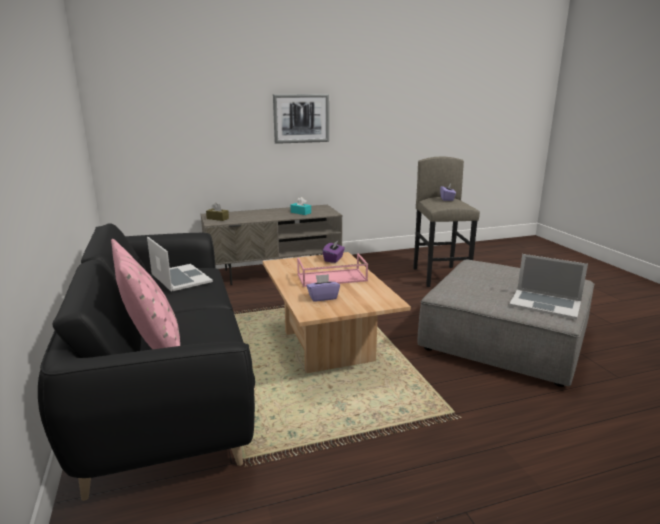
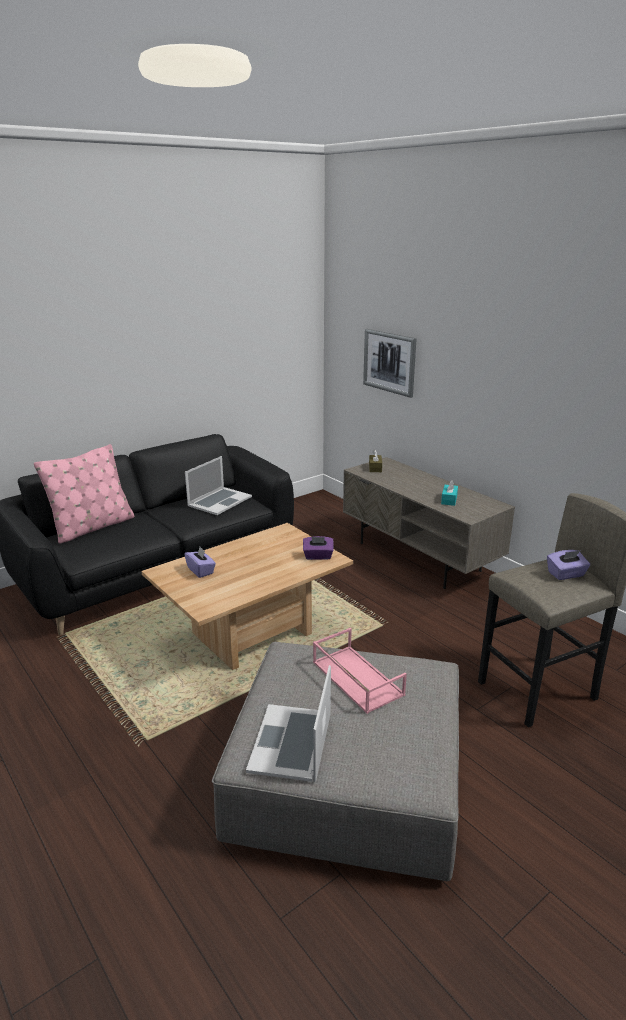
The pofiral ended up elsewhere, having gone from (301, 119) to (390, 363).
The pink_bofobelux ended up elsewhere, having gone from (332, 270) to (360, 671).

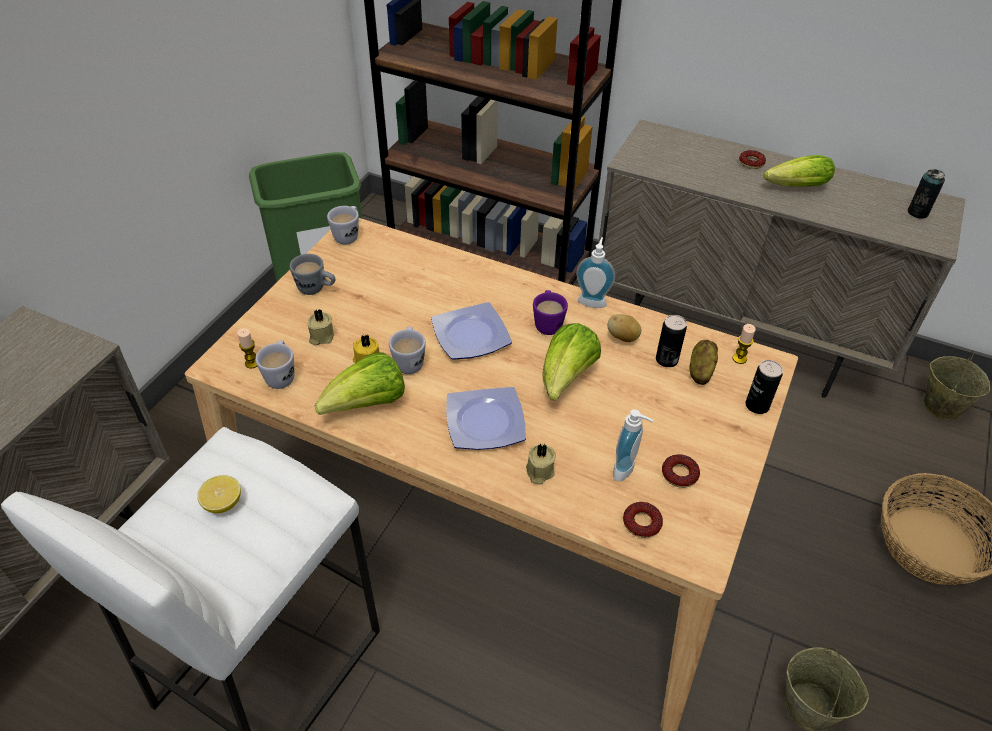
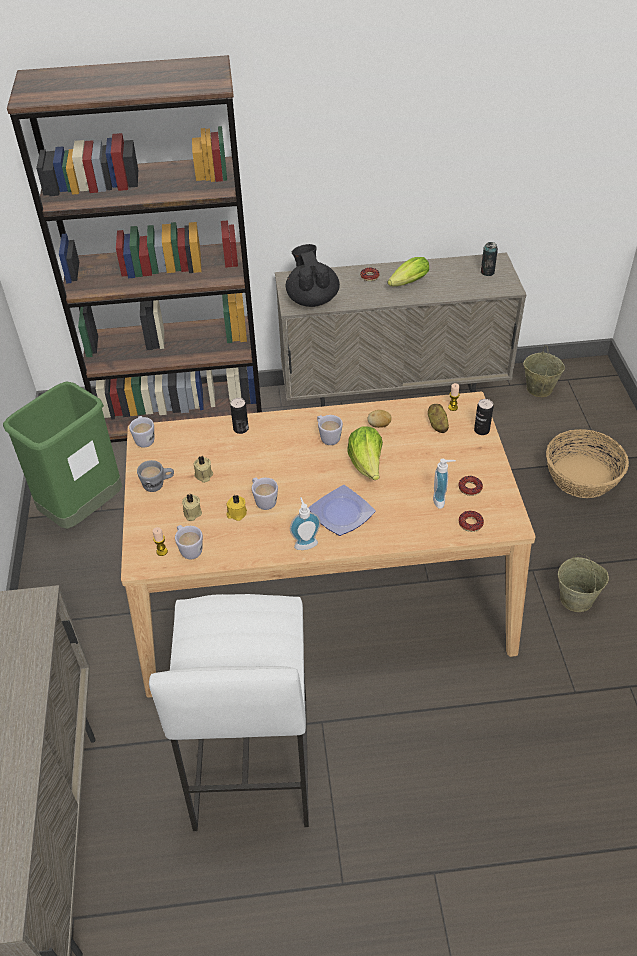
The second view lost the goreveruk at (219, 494).
The second view lost the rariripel at (360, 383).
The second view lost the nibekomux at (471, 331).
The second view gained the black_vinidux at (313, 275).
The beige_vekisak ended up elsewhere, having gone from (541, 464) to (203, 469).
The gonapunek ended up elsewhere, having gone from (595, 272) to (305, 523).
The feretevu ended up elsewhere, having gone from (671, 341) to (239, 416).
What was the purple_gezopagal at (550, 312) turned into the white_gezopagal at (330, 430).

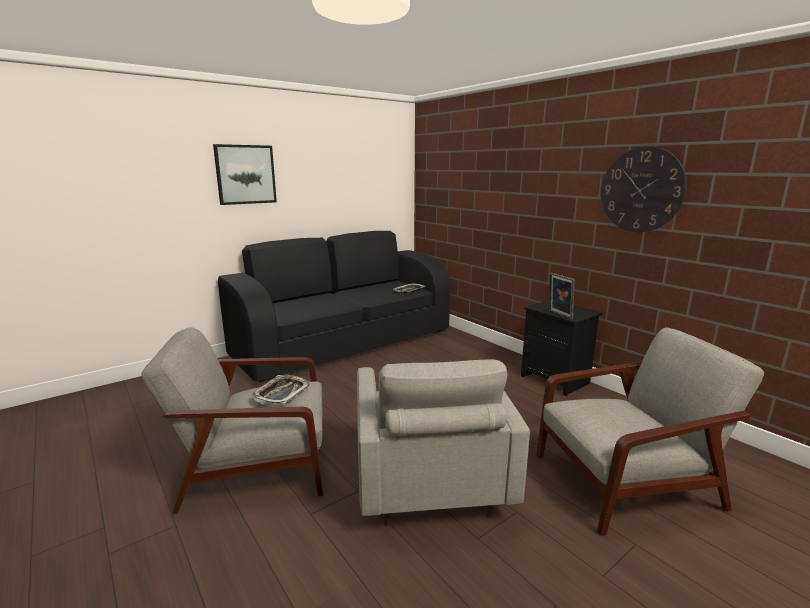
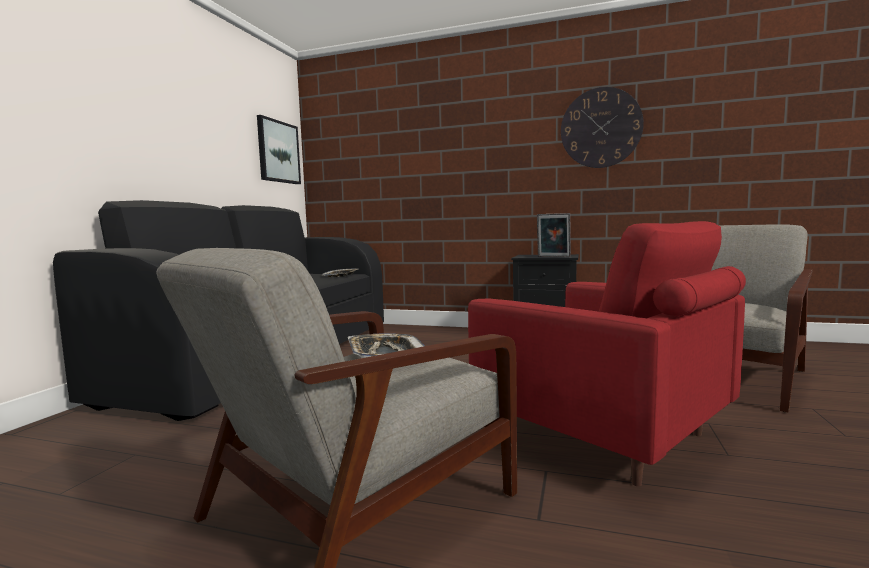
The pofiral ended up elsewhere, having gone from (245, 174) to (279, 149).
What was the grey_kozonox at (443, 442) turned into the red_kozonox at (607, 353).

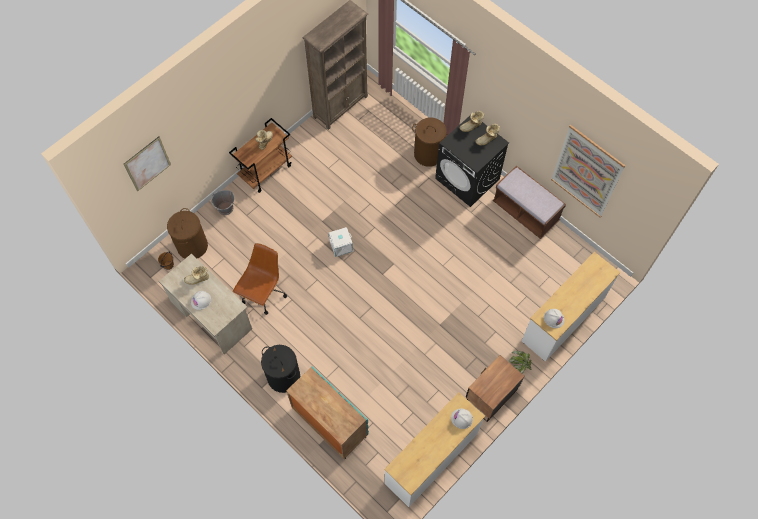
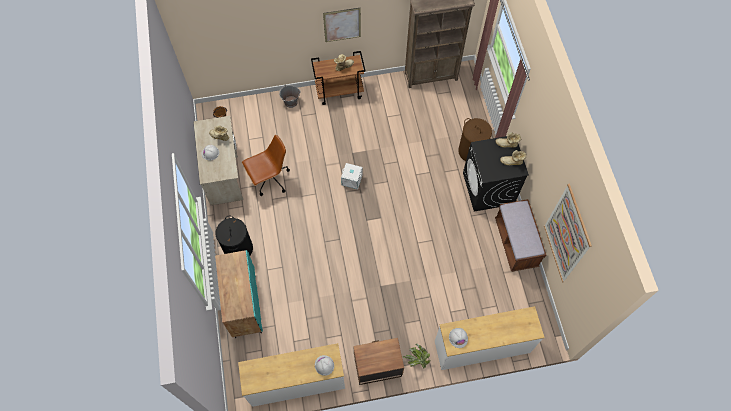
The second view lost the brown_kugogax at (187, 233).
The pofiral ended up elsewhere, having gone from (147, 164) to (342, 25).

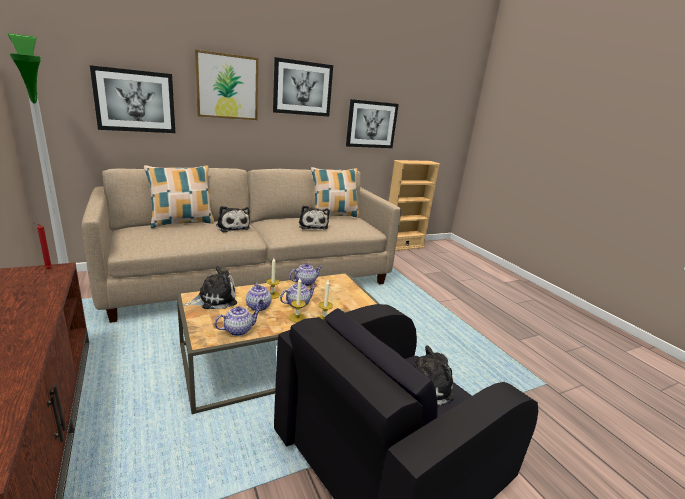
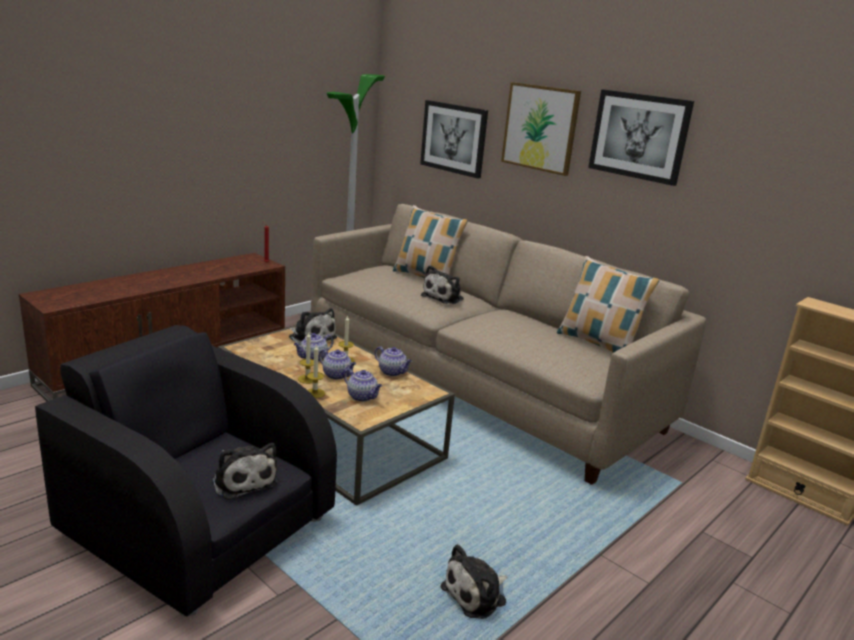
The second view lost the pofiral at (372, 123).
The vinidux ended up elsewhere, having gone from (238, 321) to (363, 385).
The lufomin ended up elsewhere, having gone from (314, 217) to (473, 581).

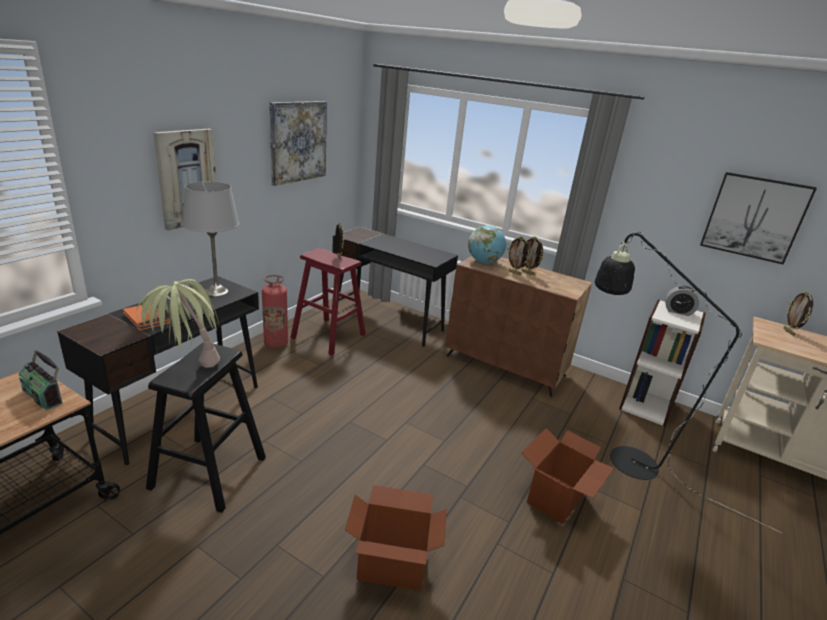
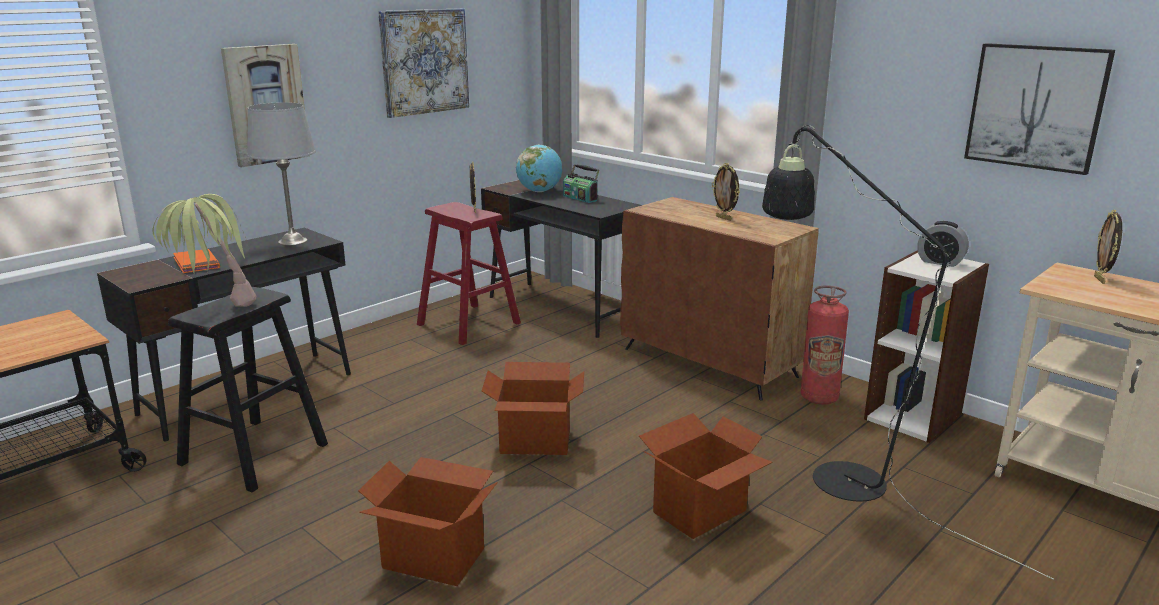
The second view lost the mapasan at (518, 255).
The second view gained the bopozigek at (533, 408).
The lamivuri ended up elsewhere, having gone from (41, 380) to (581, 183).
The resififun ended up elsewhere, having gone from (275, 311) to (825, 345).
The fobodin ended up elsewhere, having gone from (487, 244) to (539, 168).

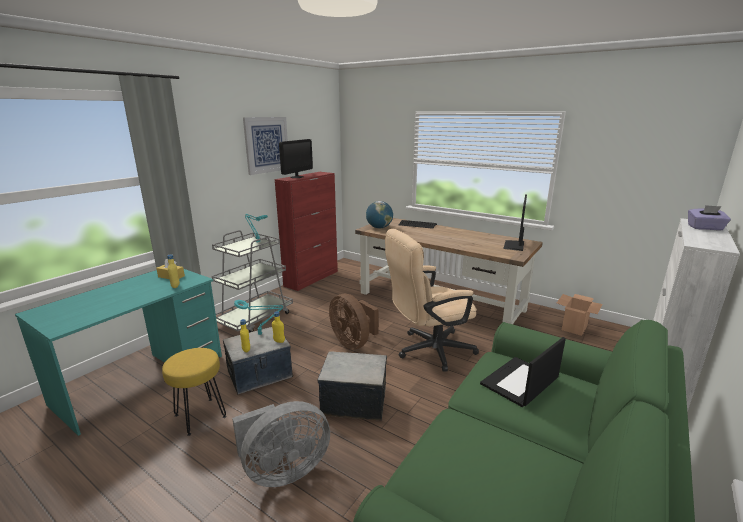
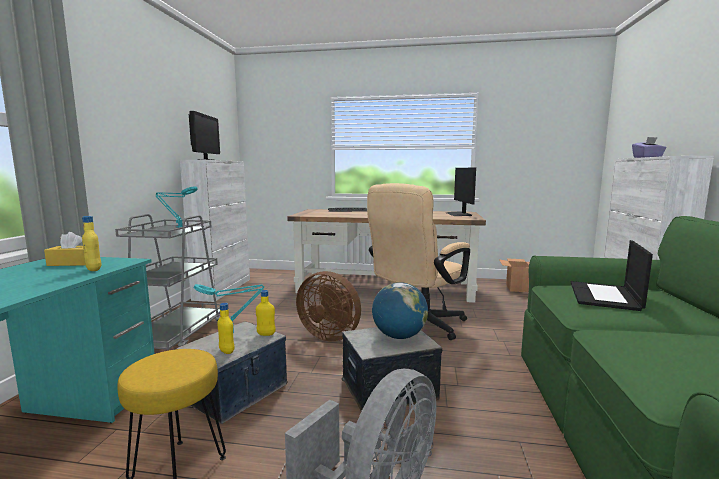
The second view lost the pofiral at (265, 146).
The fobodin ended up elsewhere, having gone from (379, 214) to (400, 310).
What was the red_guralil at (306, 231) turned into the white_guralil at (215, 231).

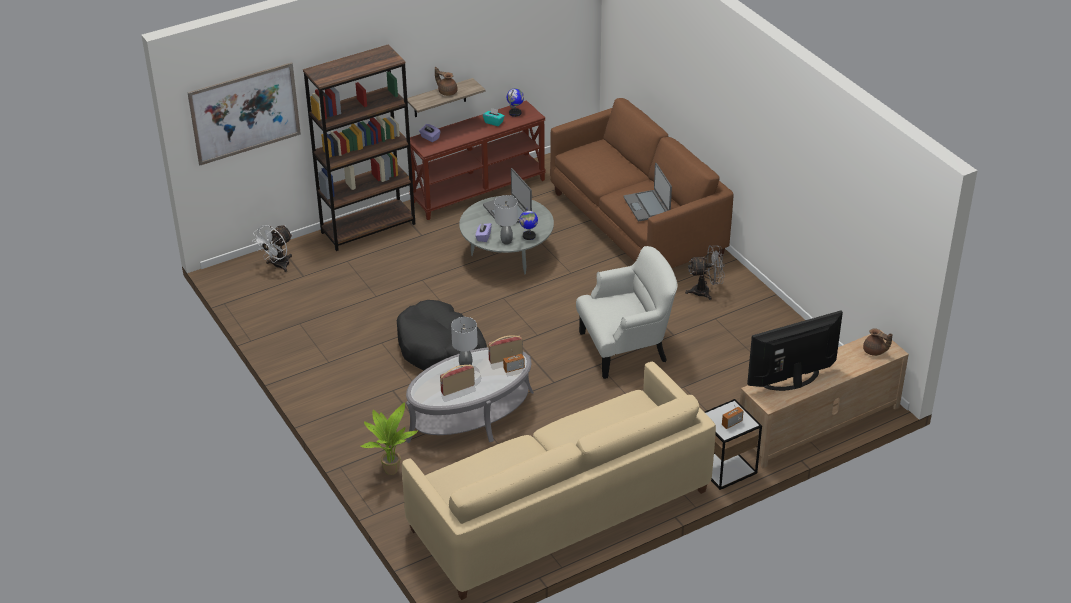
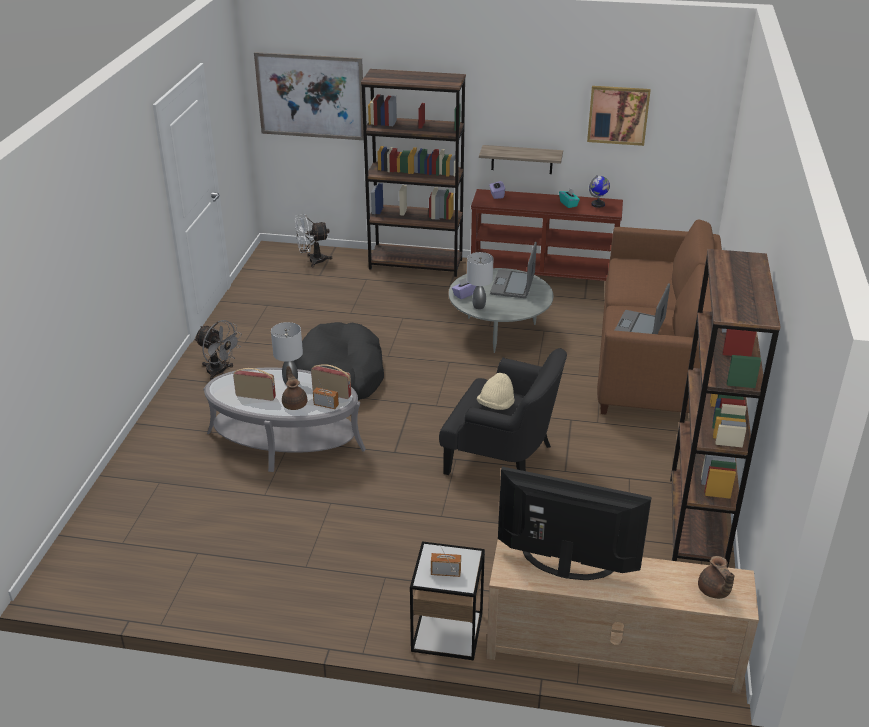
The second view lost the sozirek at (389, 439).
The second view lost the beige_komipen at (559, 481).
The second view lost the fobodin at (528, 224).
The second view gained the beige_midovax at (496, 391).
The second view gained the pofiral at (619, 116).
The second view gained the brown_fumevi at (725, 408).
The brown_vinidux ended up elsewhere, having gone from (446, 81) to (294, 388).
The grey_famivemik ended up elsewhere, having gone from (705, 272) to (218, 350).
What was the white_kozonox at (627, 312) turned into the black_kozonox at (503, 411).

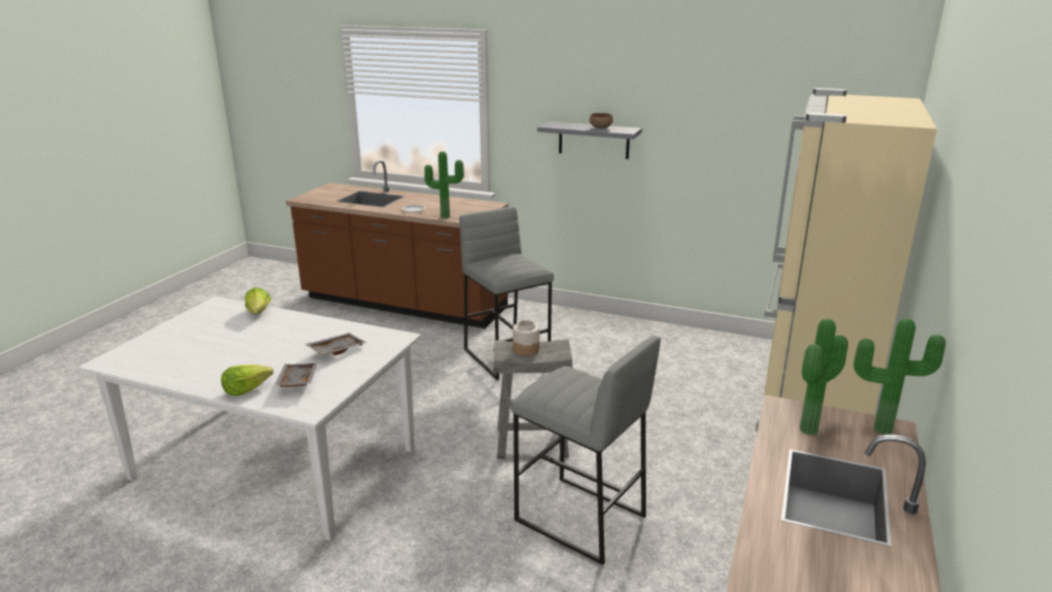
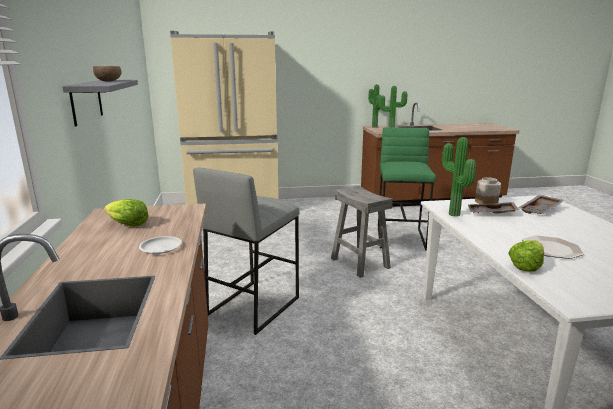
The second view gained the nibekomux at (553, 247).
The rariripel ended up elsewhere, having gone from (247, 380) to (126, 213).
The sozirek ended up elsewhere, having gone from (444, 185) to (459, 177).
The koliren ended up elsewhere, having gone from (526, 338) to (488, 190).
What was the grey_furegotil at (586, 450) turned into the green_furegotil at (407, 188).

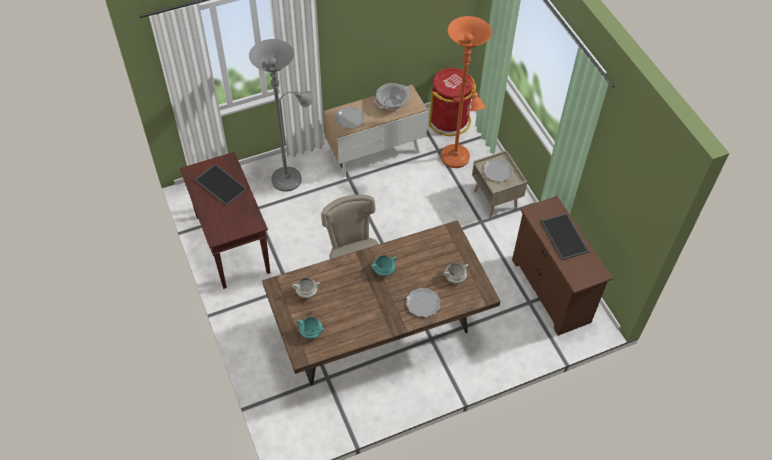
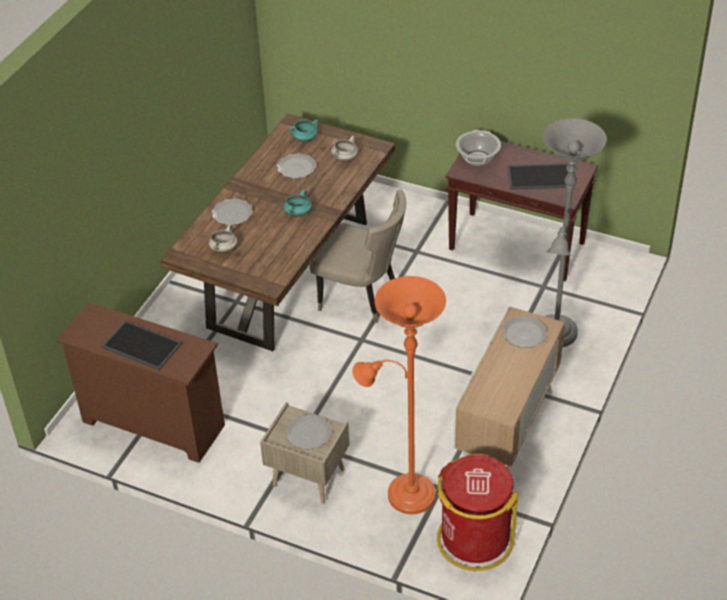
The second view gained the nibekomux at (297, 166).
The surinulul ended up elsewhere, having gone from (392, 96) to (478, 148).

